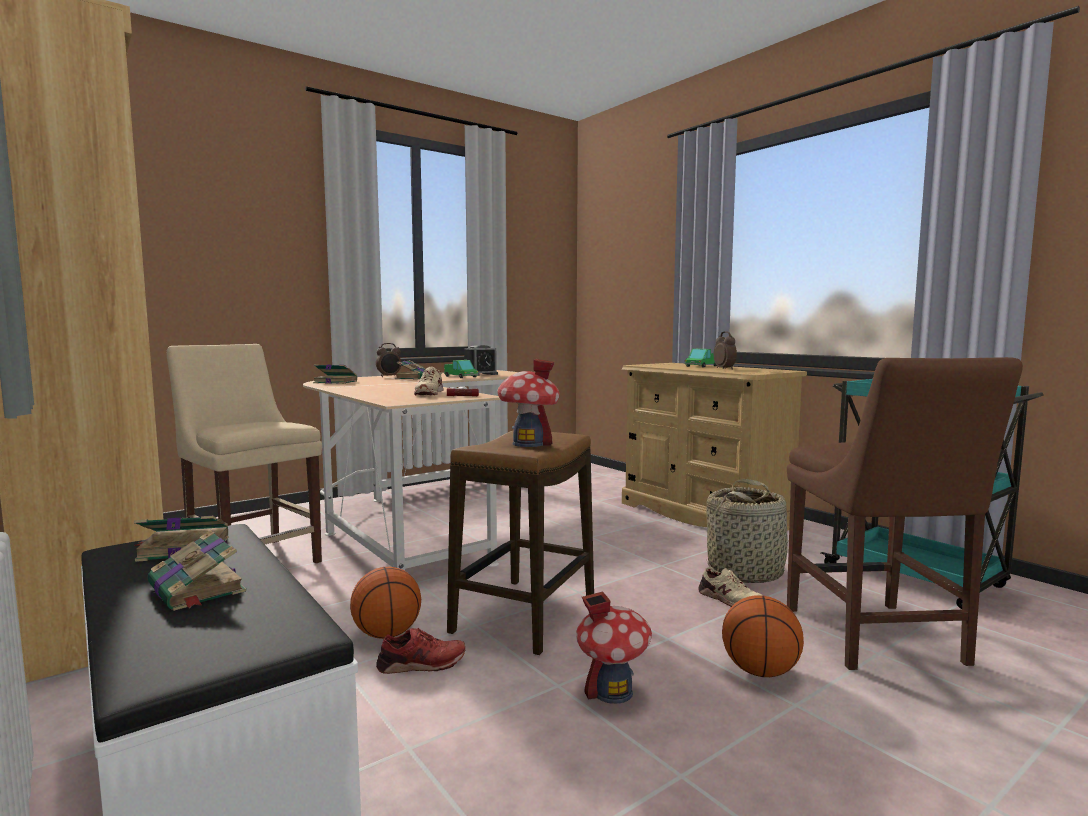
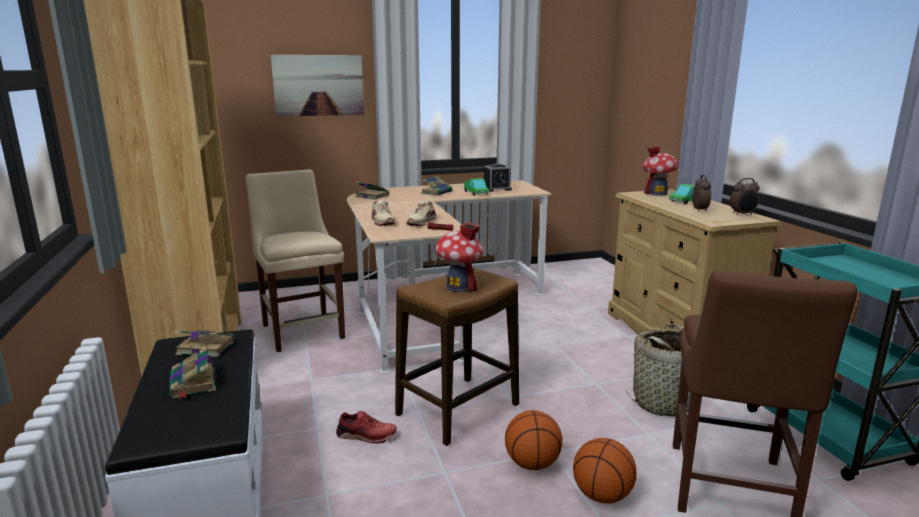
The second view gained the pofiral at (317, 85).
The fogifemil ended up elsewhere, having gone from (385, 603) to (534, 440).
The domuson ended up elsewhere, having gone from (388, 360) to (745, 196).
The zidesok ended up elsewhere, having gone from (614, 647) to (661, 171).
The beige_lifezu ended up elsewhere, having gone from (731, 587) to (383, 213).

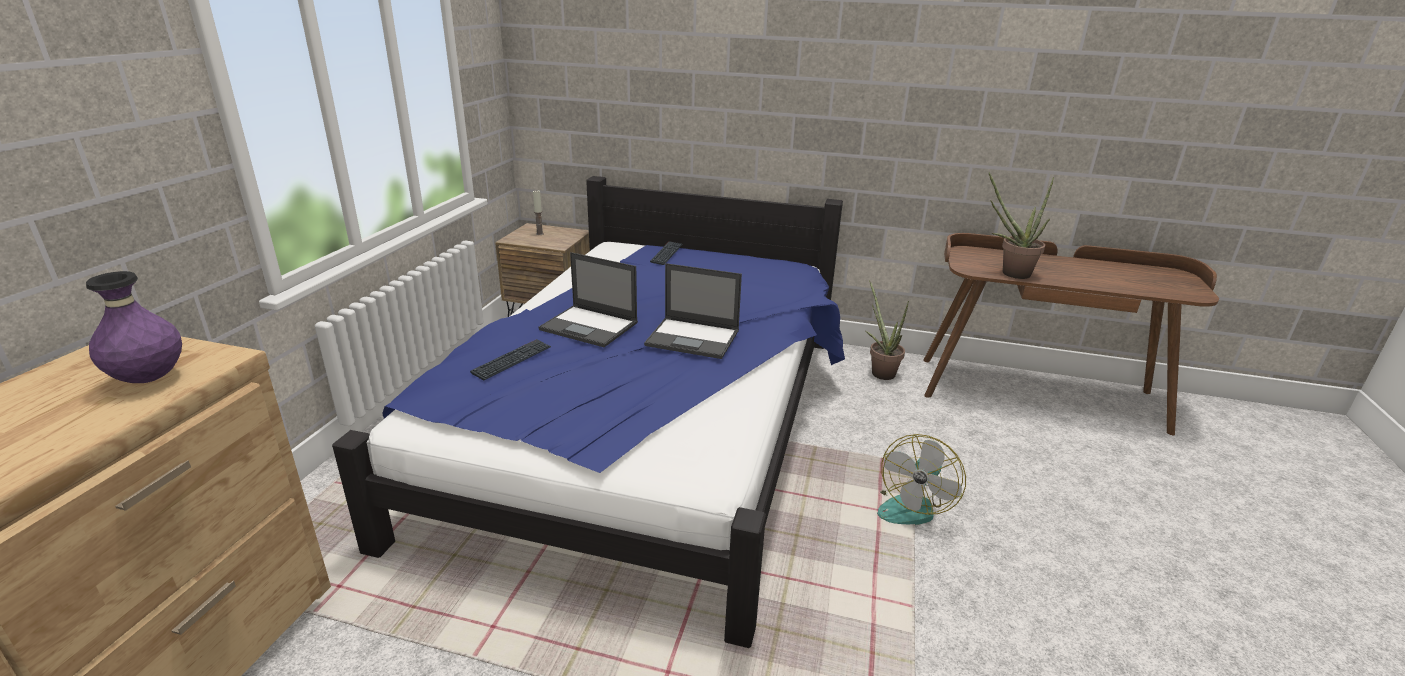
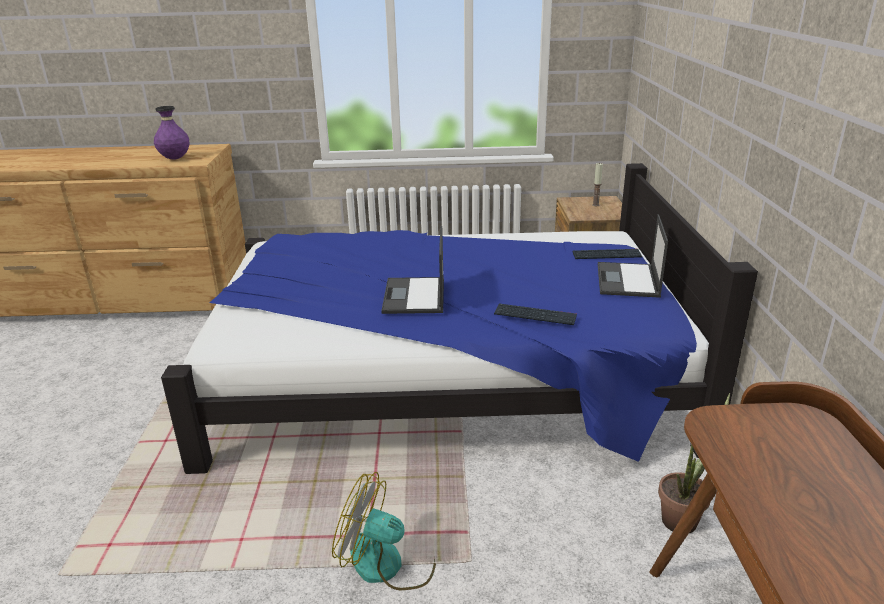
The second view lost the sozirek at (1021, 225).
The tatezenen ended up elsewhere, having gone from (510, 360) to (535, 314).
The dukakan ended up elsewhere, having gone from (588, 299) to (633, 256).

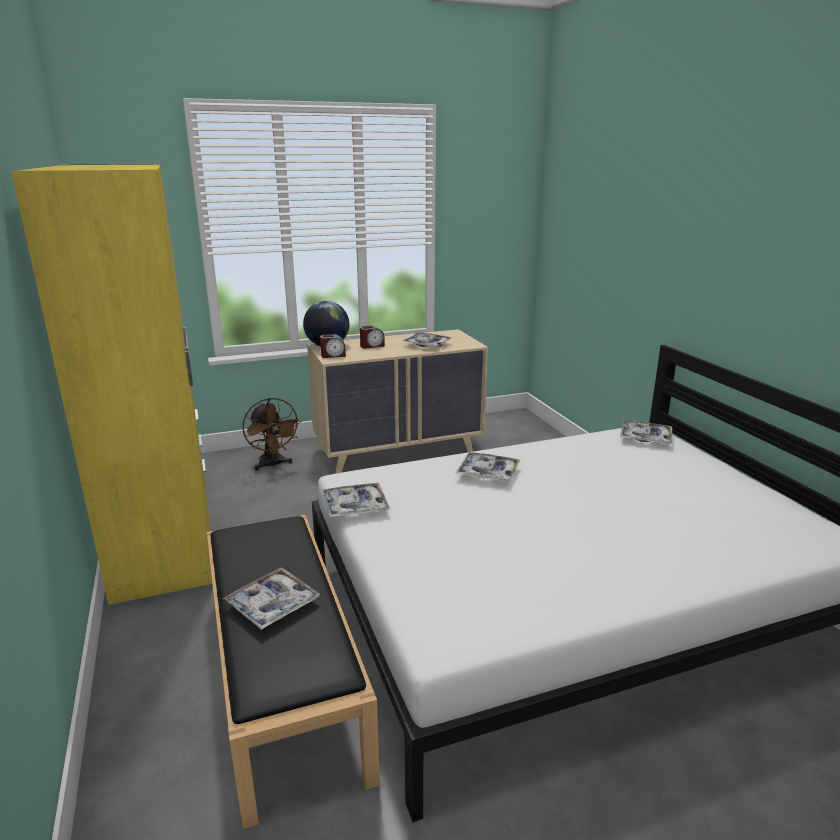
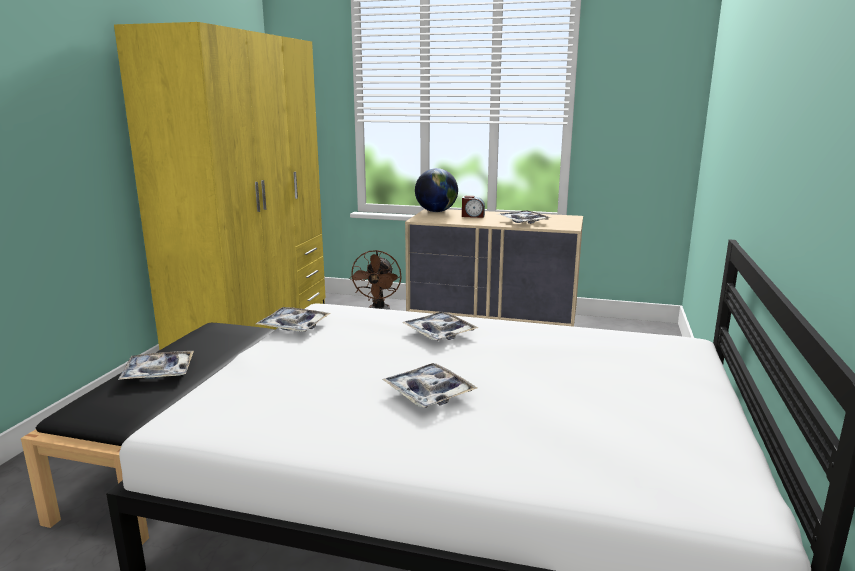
The second view lost the domuson at (333, 346).
The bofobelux ended up elsewhere, having gone from (646, 432) to (429, 385).

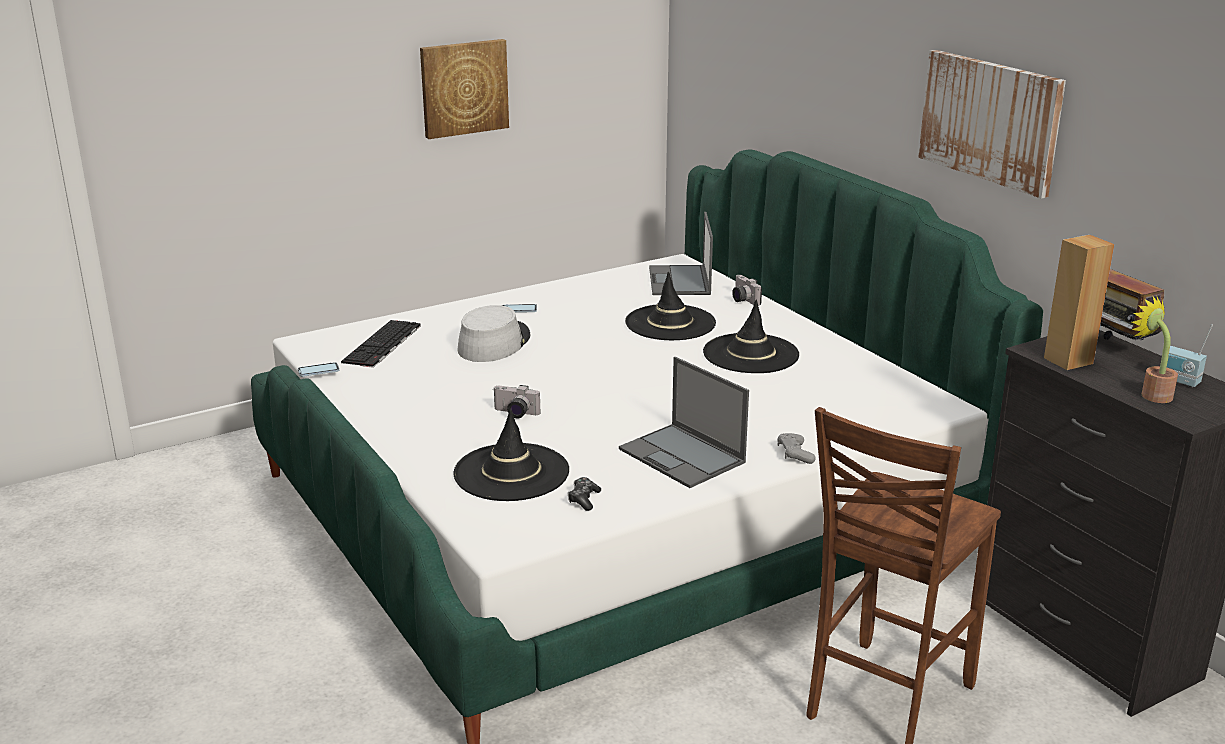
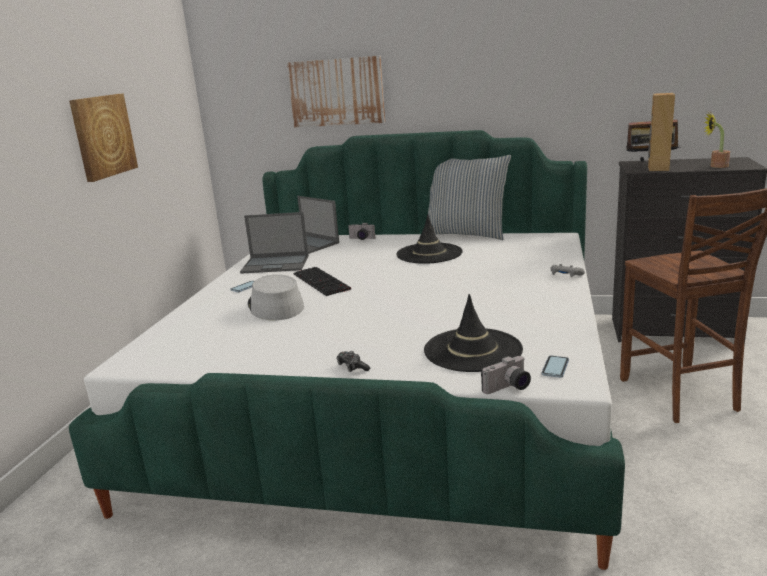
The second view lost the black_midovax at (670, 306).
The second view lost the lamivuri at (1189, 355).
The second view gained the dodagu at (469, 197).
The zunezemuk ended up elsewhere, having gone from (318, 369) to (555, 367).
The tatezenen ended up elsewhere, having gone from (380, 344) to (322, 281).
The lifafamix ended up elsewhere, having gone from (517, 401) to (506, 375).
The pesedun ended up elsewhere, having gone from (584, 494) to (353, 361).
The dukakan ended up elsewhere, having gone from (684, 422) to (274, 243).
The pofiral ended up elsewhere, having gone from (992, 124) to (336, 91).

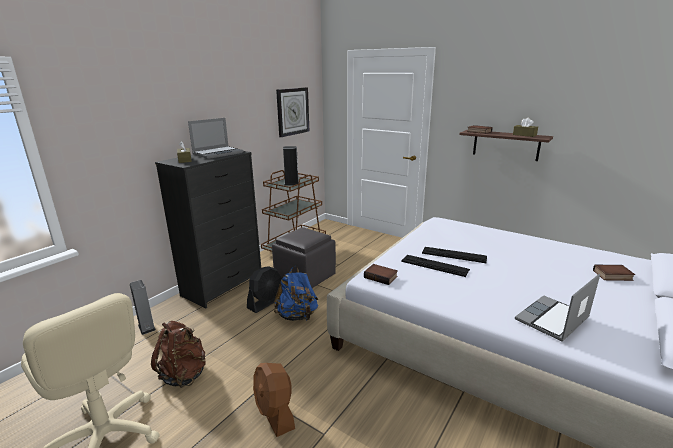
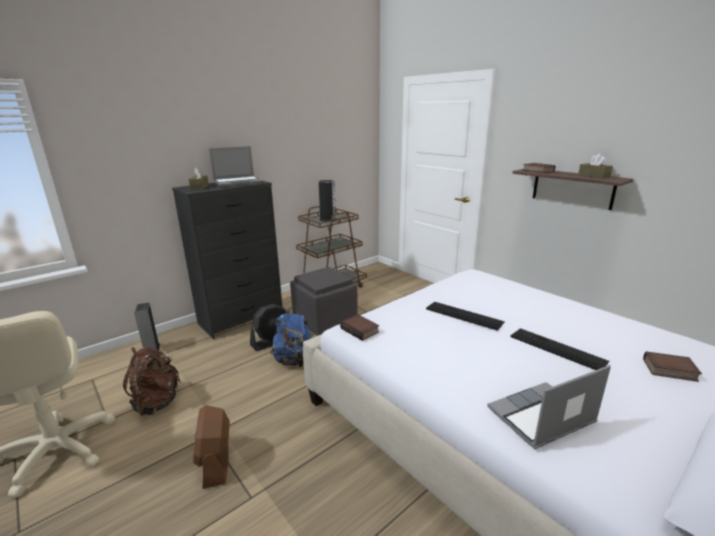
The second view lost the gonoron at (292, 112).
The tatezenen ended up elsewhere, having gone from (435, 266) to (559, 349).

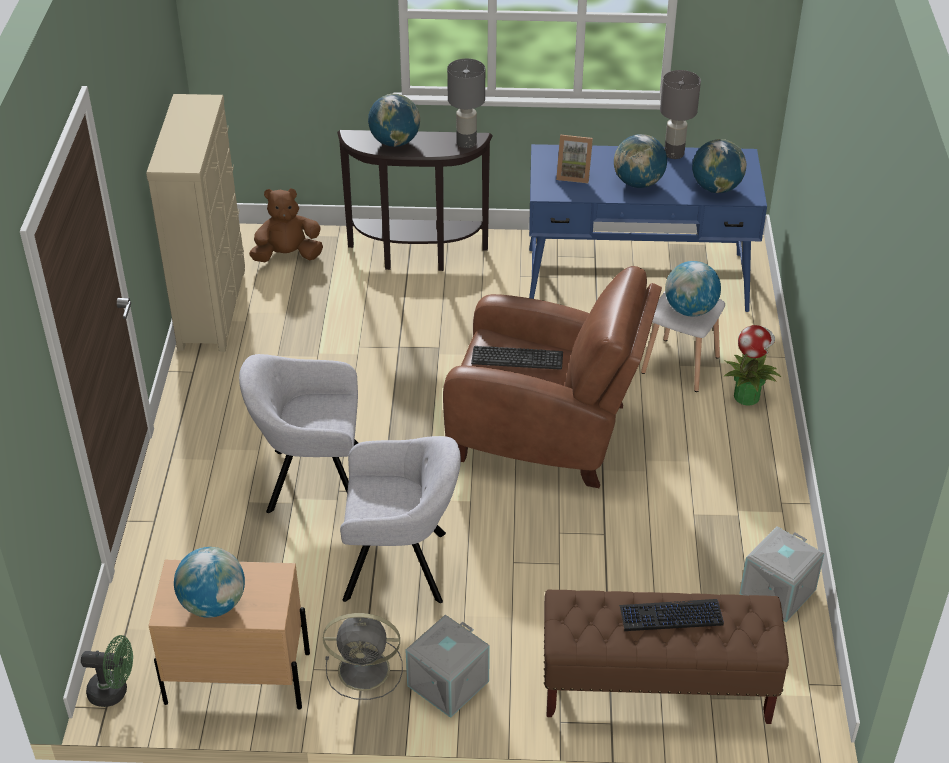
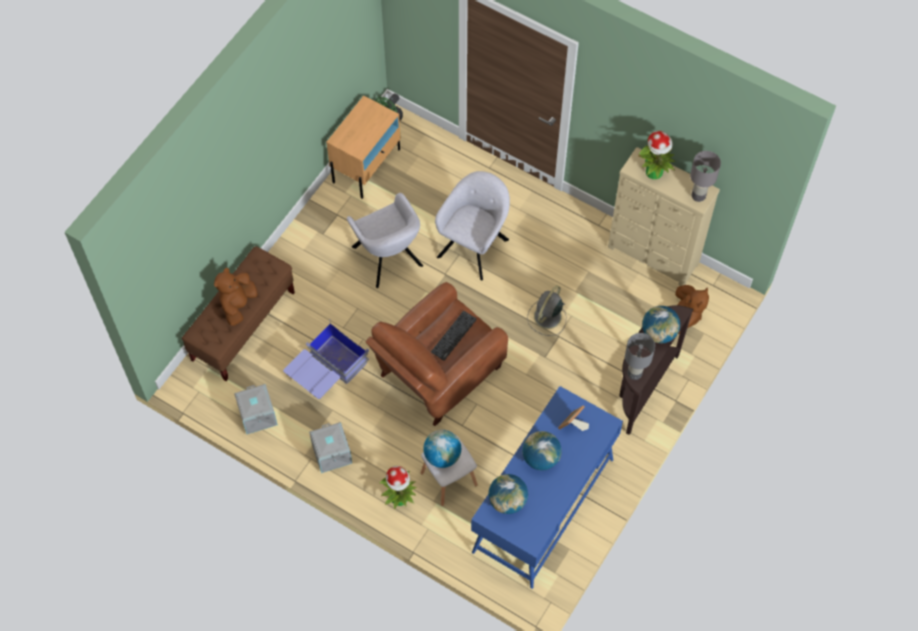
The second view lost the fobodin at (209, 582).
The second view gained the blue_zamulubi at (326, 360).
The second view gained the sozirek at (657, 155).
The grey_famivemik ended up elsewhere, having gone from (363, 656) to (546, 310).
The grey_zamulubi ended up elsewhere, having gone from (448, 666) to (330, 447).
The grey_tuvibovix ended up elsewhere, having gone from (680, 114) to (705, 176).
Where the tatezenen stood at (671, 615), the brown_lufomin came to stand at (236, 297).
The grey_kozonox at (400, 519) ended up facing another way, 60 degrees counterclockwise from before.

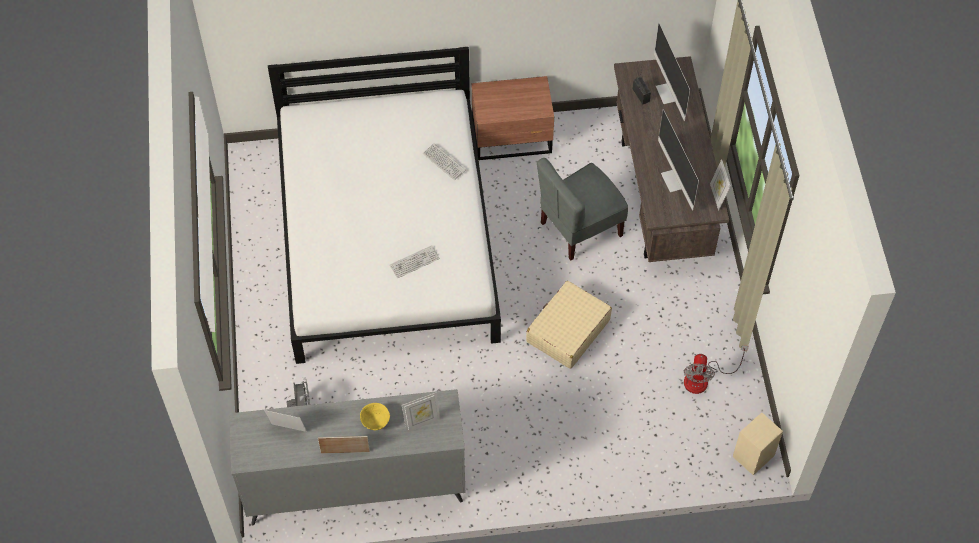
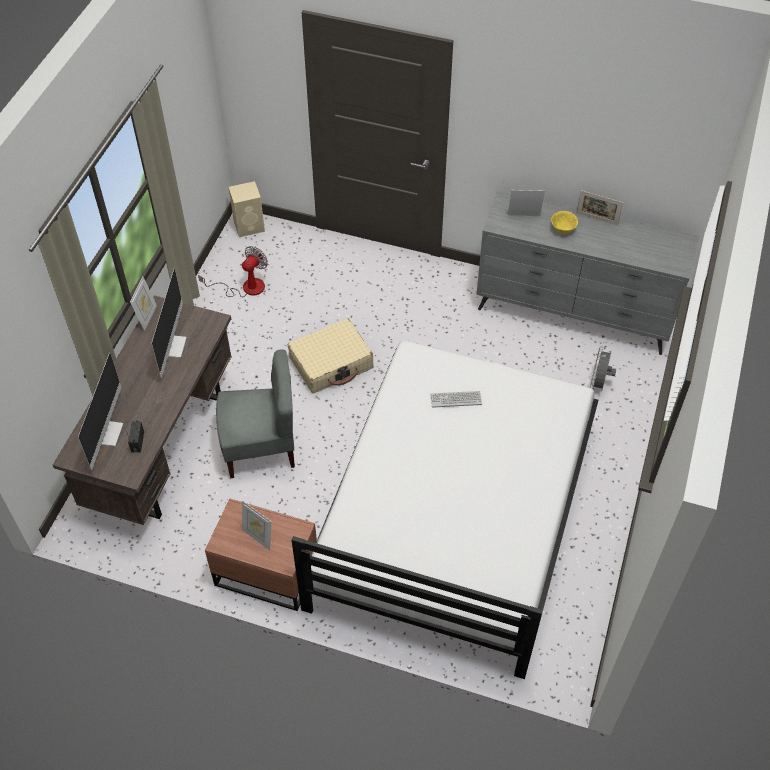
The second view lost the tatezenen at (444, 161).
The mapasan ended up elsewhere, having gone from (285, 421) to (256, 525).

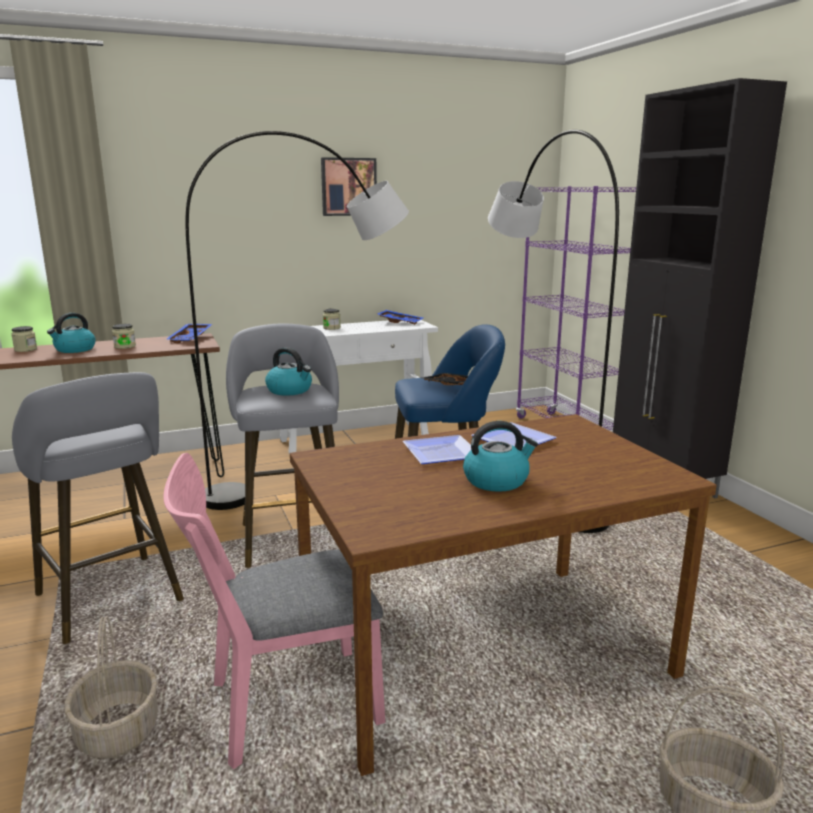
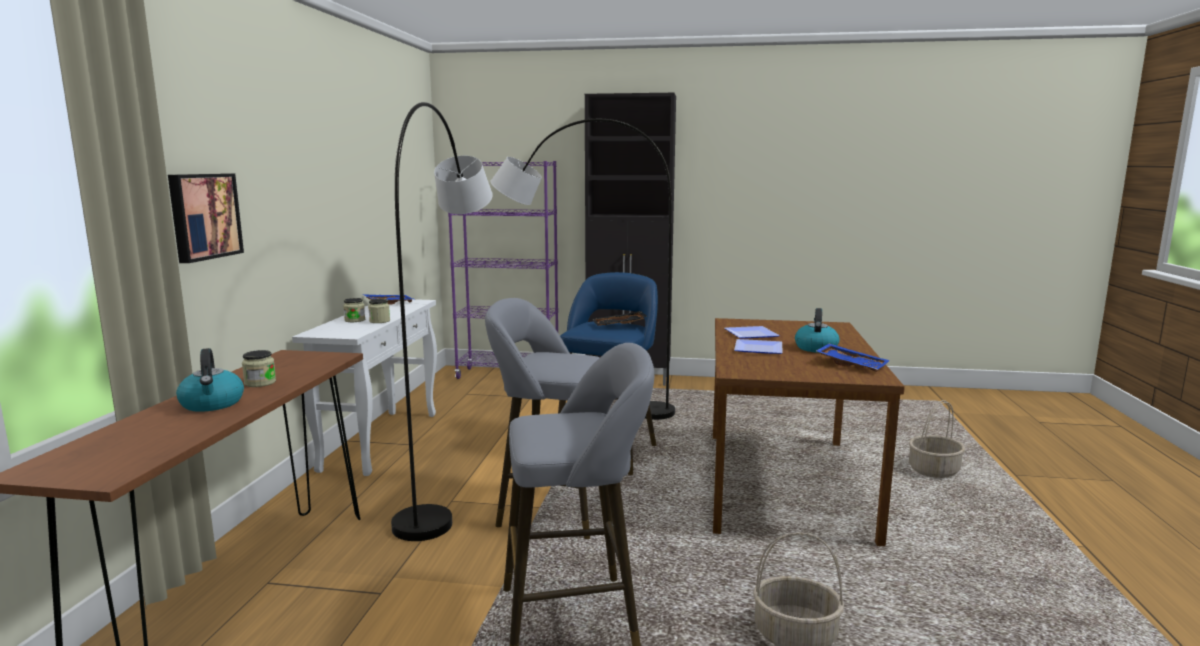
The second view lost the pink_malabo at (274, 611).
The second view lost the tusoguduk at (288, 371).
The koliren ended up elsewhere, having gone from (24, 339) to (379, 311).
The blue_bofobelux ended up elsewhere, having gone from (188, 333) to (853, 357).
The pofiral ended up elsewhere, having gone from (349, 186) to (206, 218).

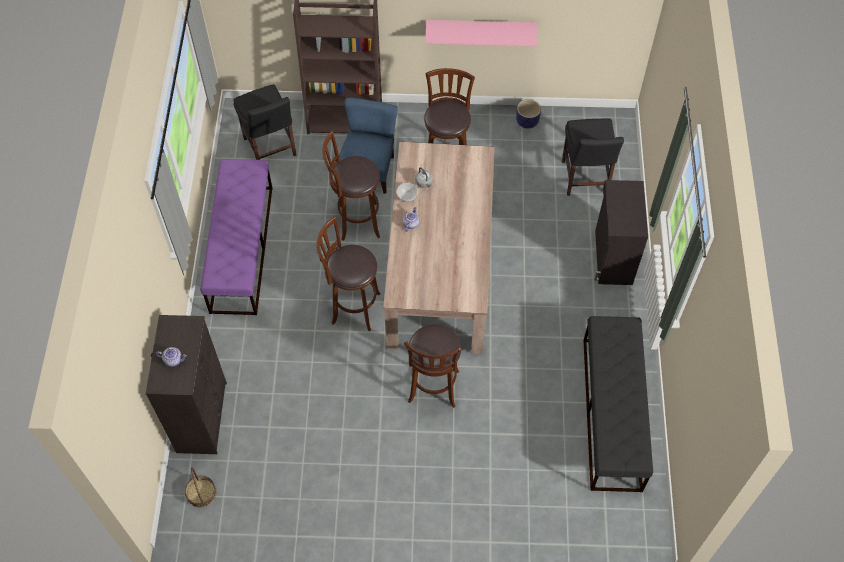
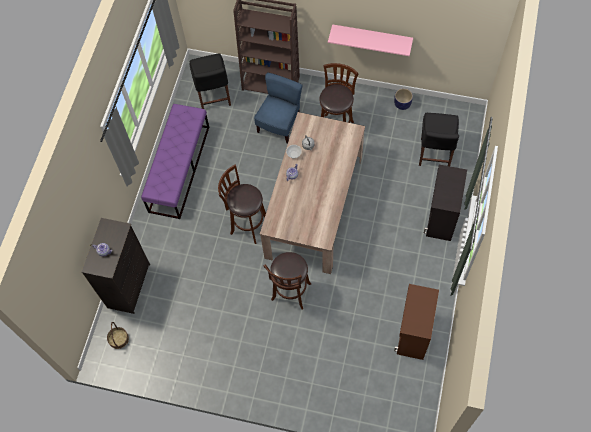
The second view lost the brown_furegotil at (351, 186).
Where the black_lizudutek stood at (618, 404), the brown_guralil came to stand at (416, 322).

